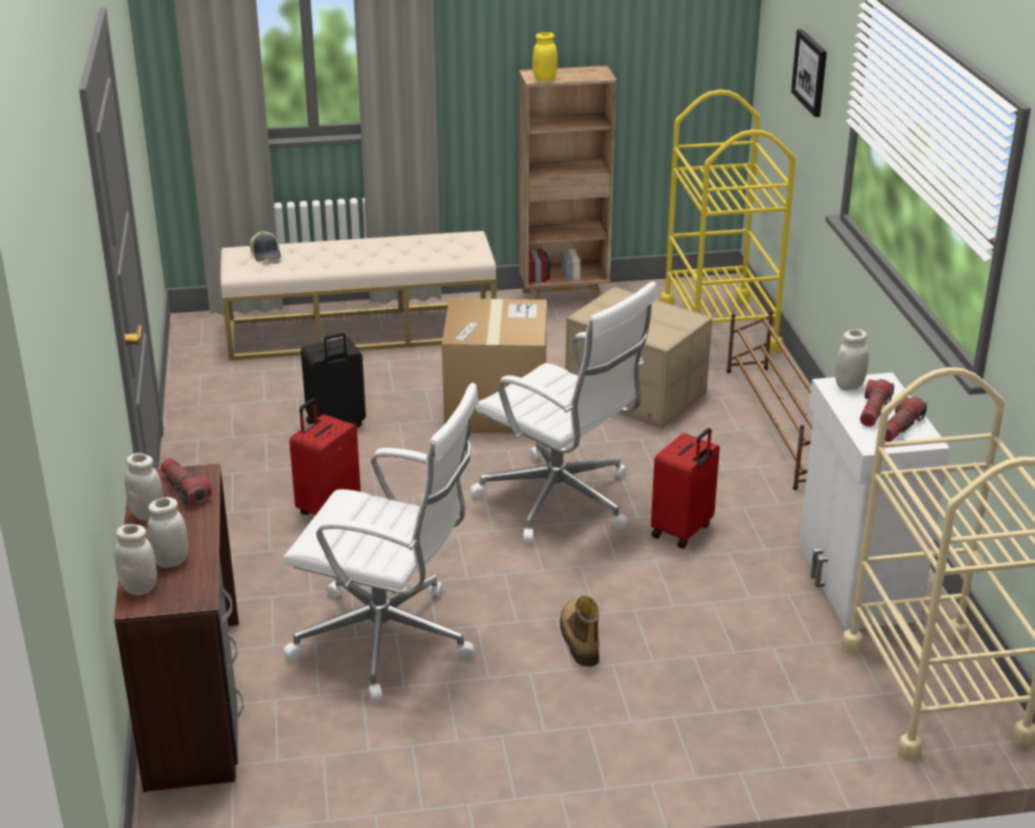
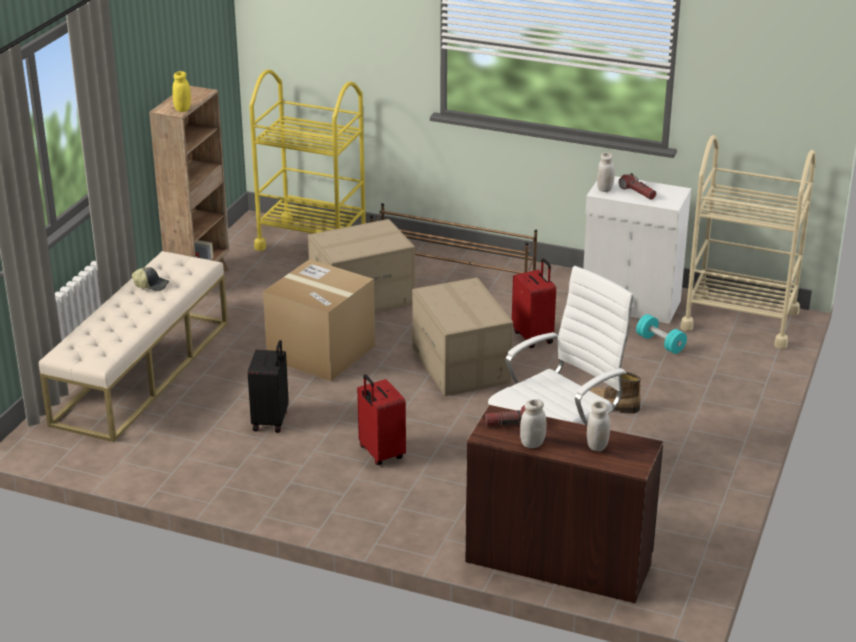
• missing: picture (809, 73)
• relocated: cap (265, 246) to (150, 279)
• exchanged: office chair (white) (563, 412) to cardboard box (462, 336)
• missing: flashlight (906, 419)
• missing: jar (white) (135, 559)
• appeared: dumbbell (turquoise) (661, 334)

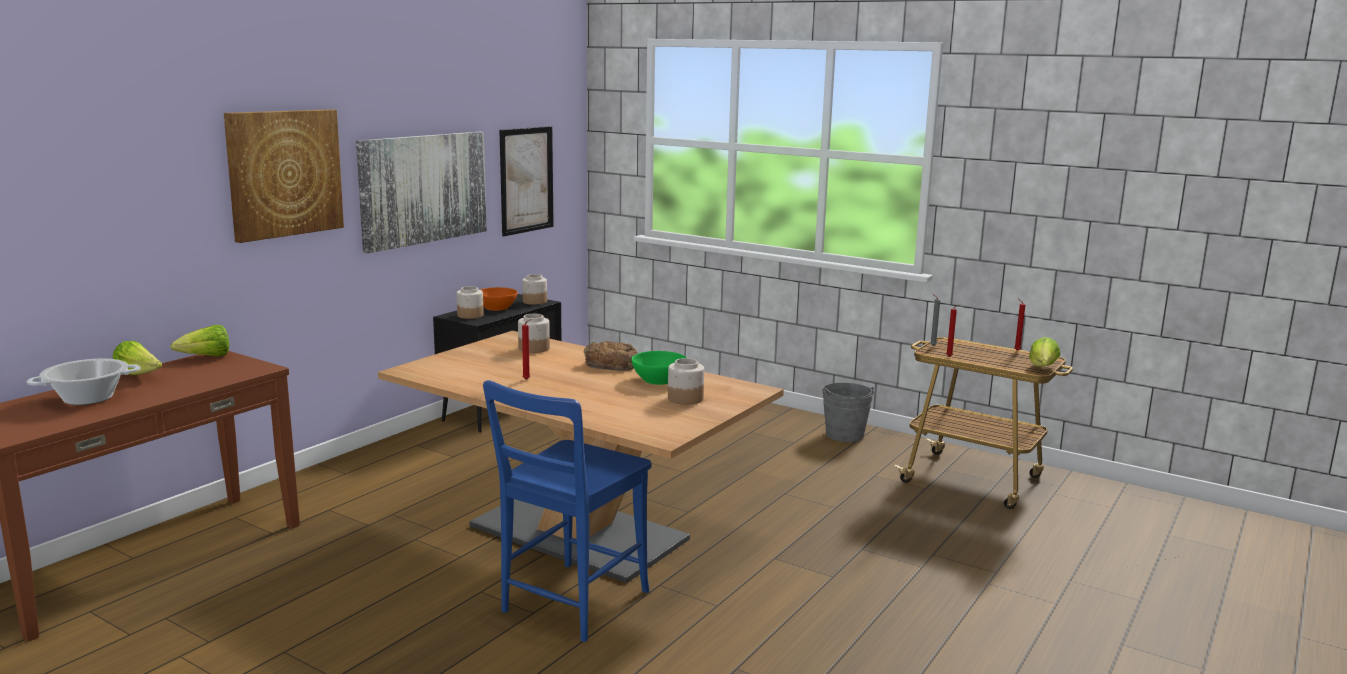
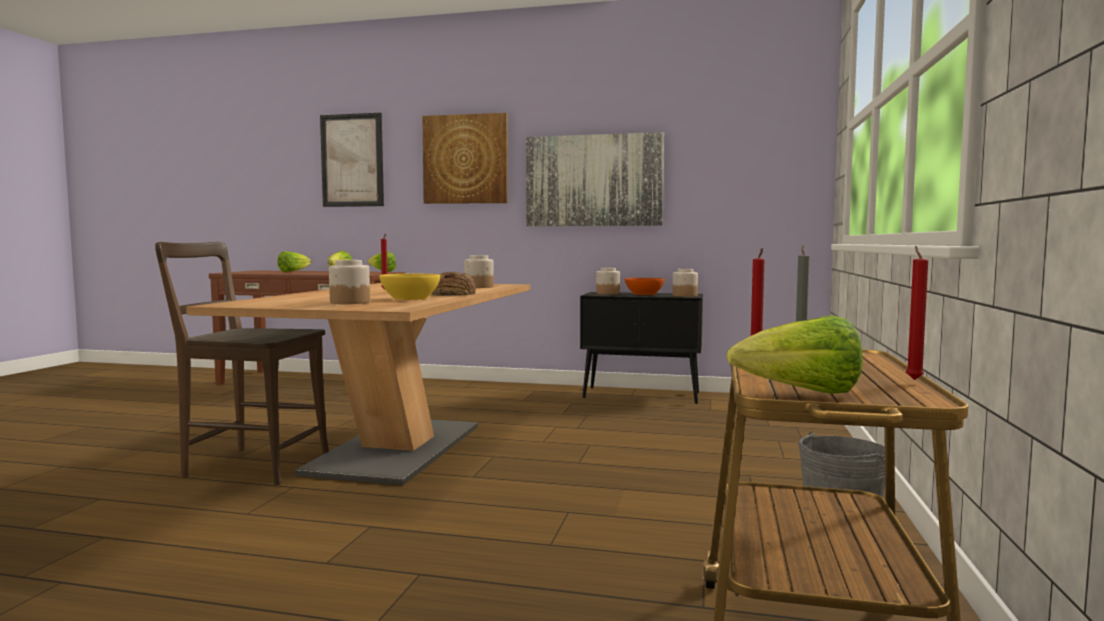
• relocated: picture (526, 181) to (352, 160)
• colour: bowl (green) (659, 368) to bowl (yellow) (409, 287)
• exchanged: cooking pot (84, 382) to lettuce (294, 261)
• colour: chair (blue) (567, 511) to chair (brown) (242, 363)

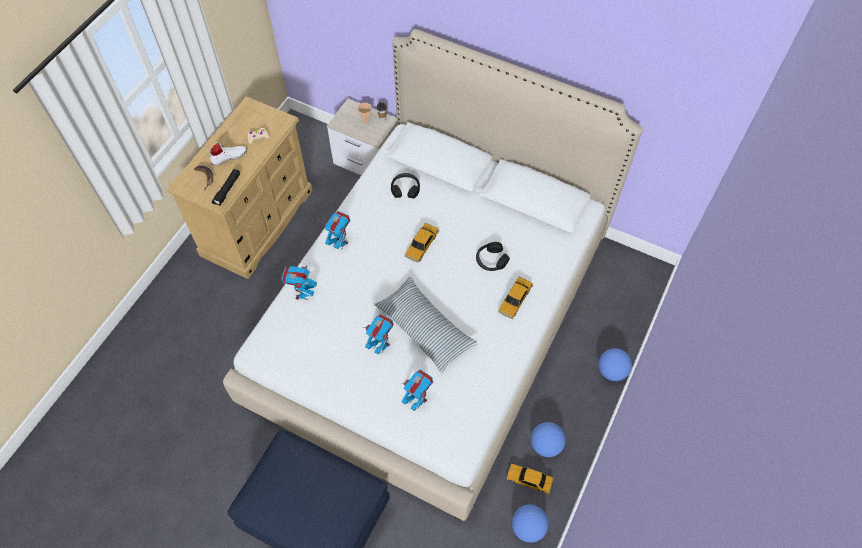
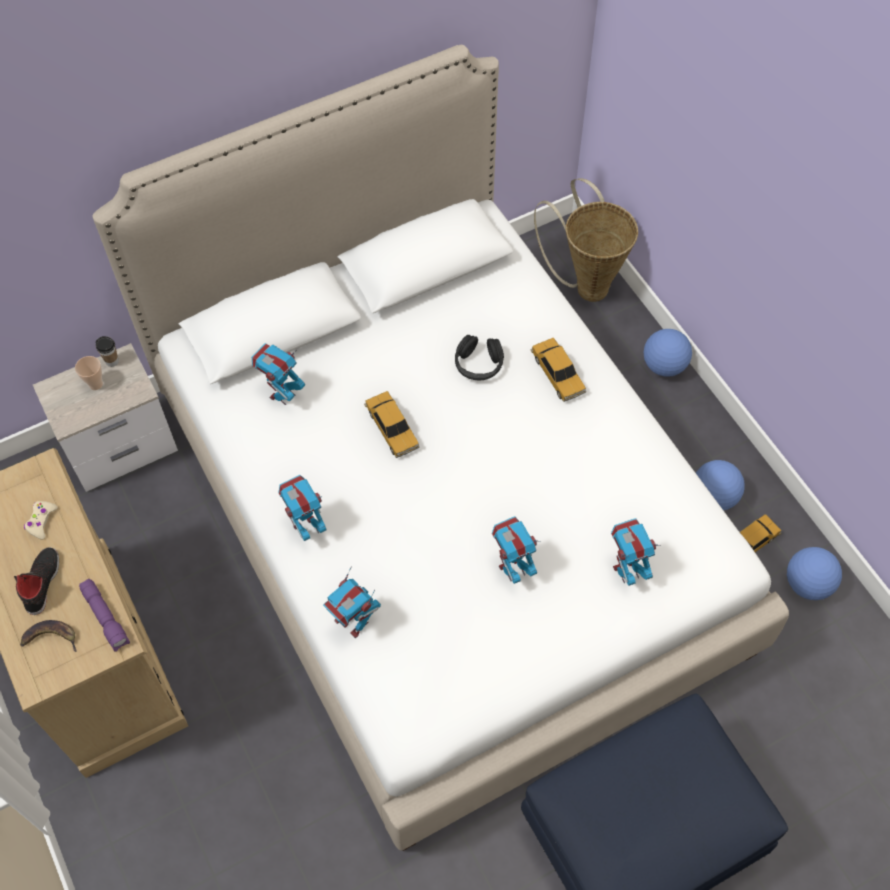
• colour: shoe (white) (228, 154) to shoe (black) (36, 581)
• colour: flashlight (black) (226, 187) to flashlight (purple) (104, 615)
• exchanged: headphones (black) (405, 185) to toy robot (278, 374)
• missing: pillow (426, 325)
• appeared: basket (586, 240)

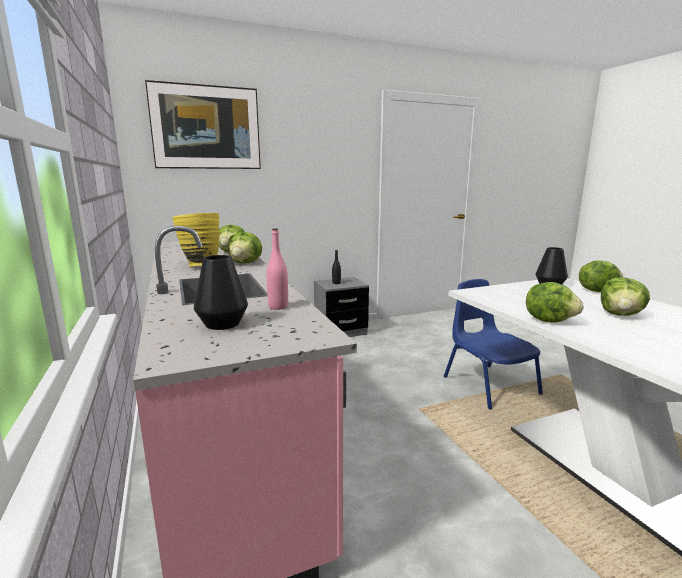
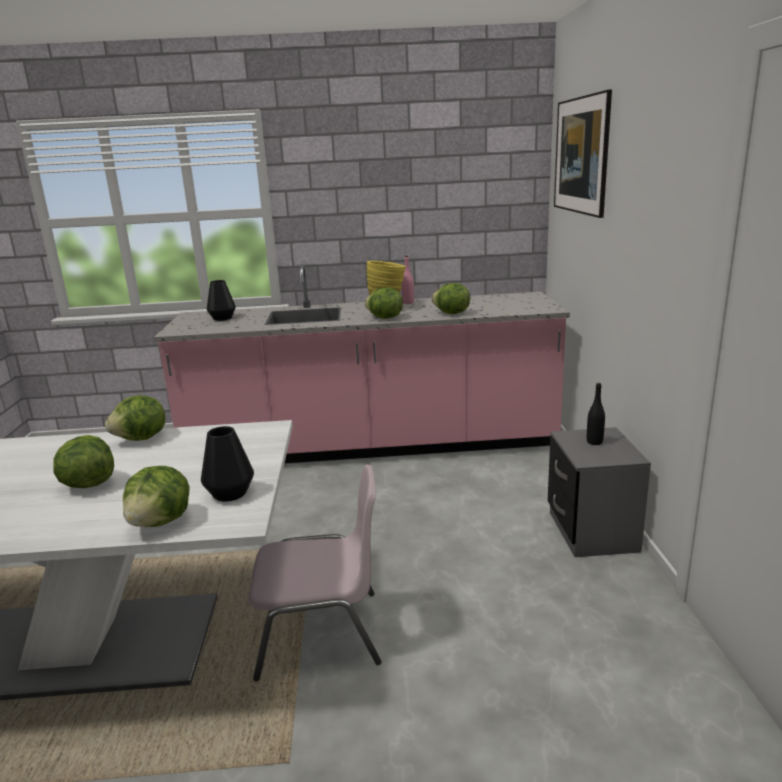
• relocated: bottle (pink) (277, 269) to (407, 280)
• colour: chair (blue) (493, 344) to chair (pink) (315, 573)

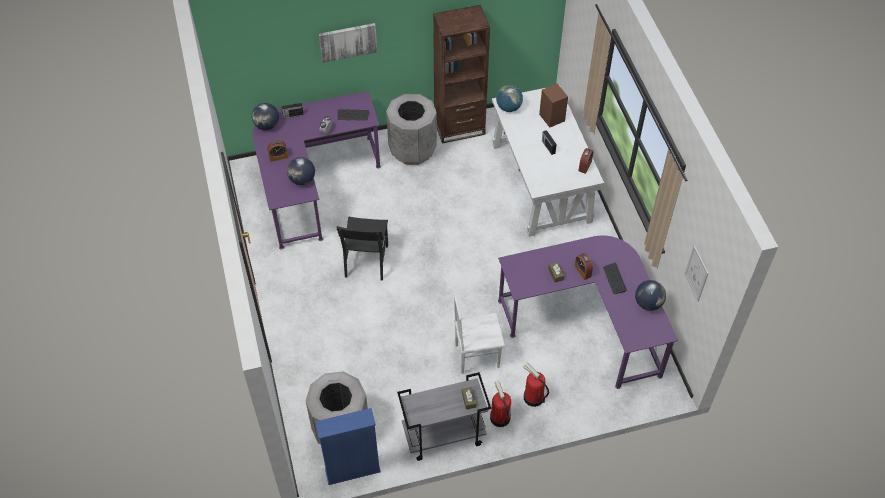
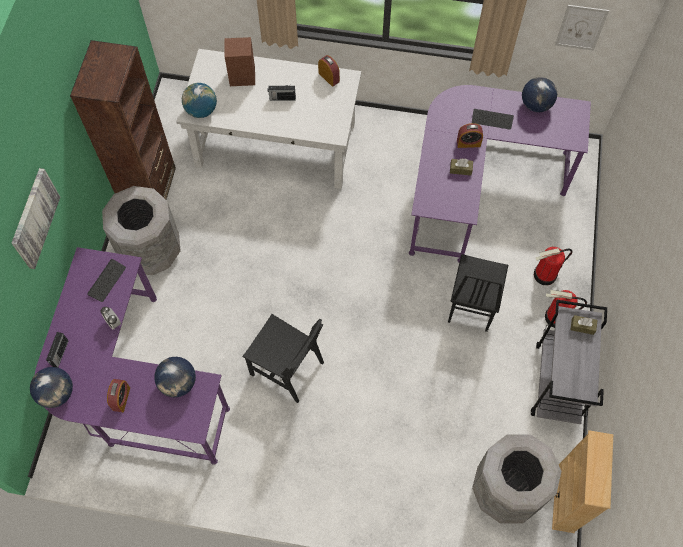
• colour: chair (white) (479, 334) to chair (black) (478, 293)
• colour: bookcase (blue) (348, 446) to bookcase (beige) (582, 481)

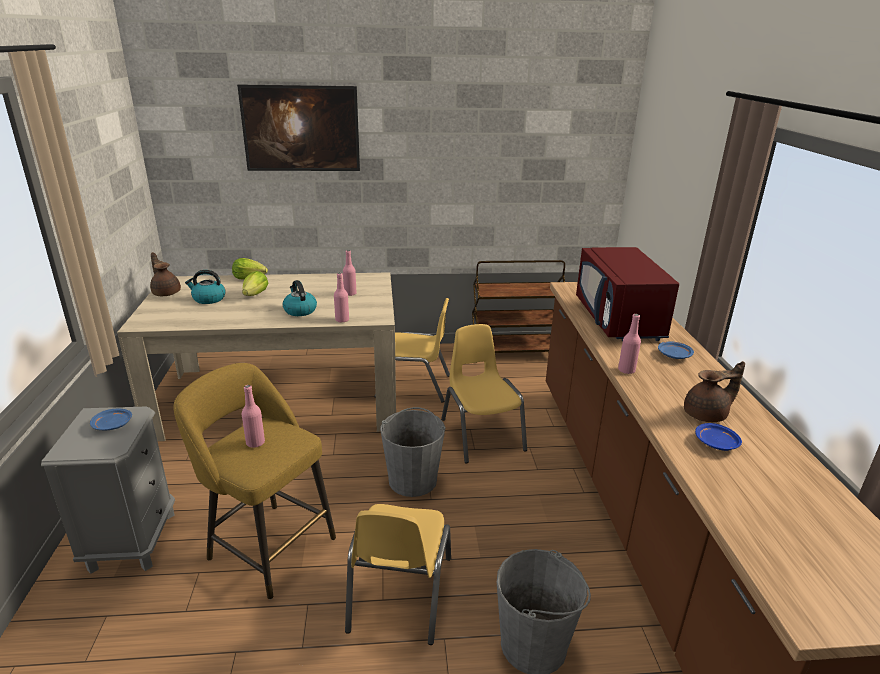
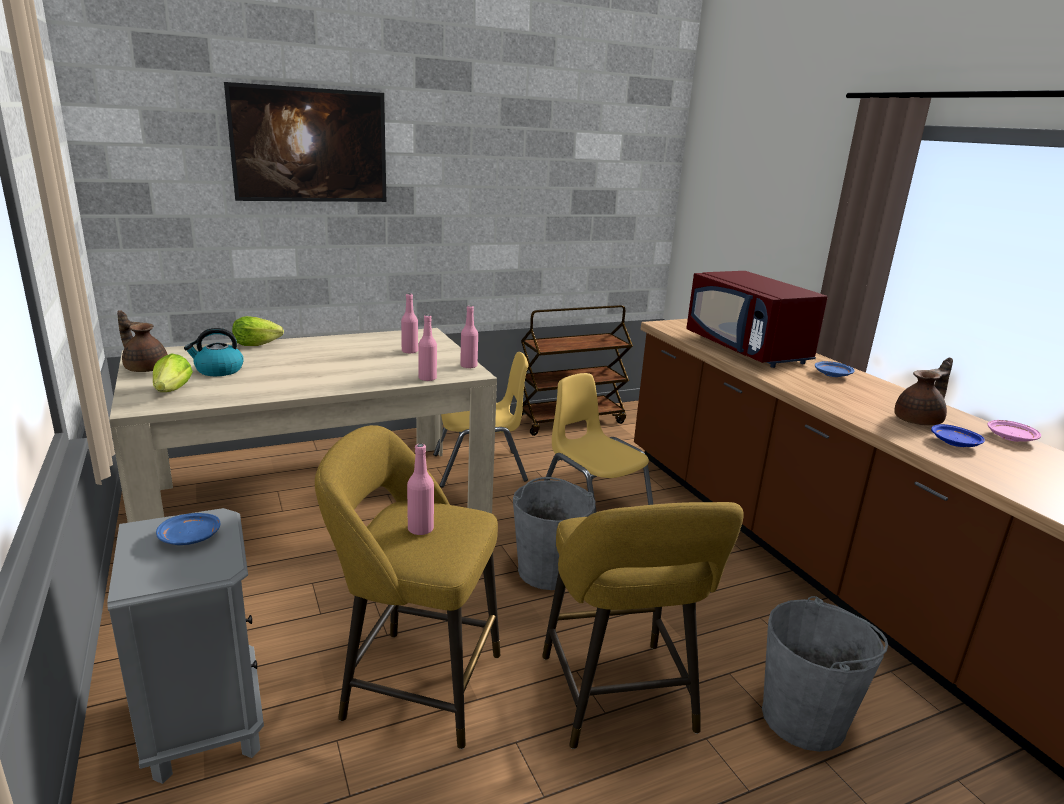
• relocated: lettuce (255, 283) to (173, 373)
• missing: kettle (299, 298)
• relocated: bottle (pink) (629, 344) to (469, 337)
• exchanged: chair (yellow) (398, 574) to stool (yellow) (643, 625)
• appeared: plate (pink) (1014, 431)

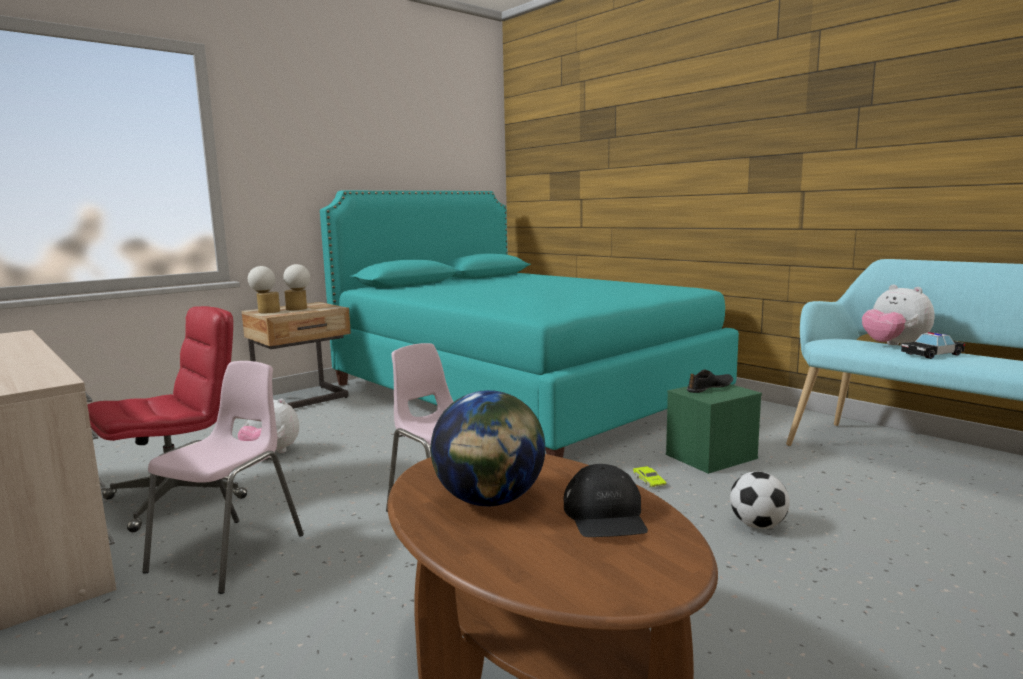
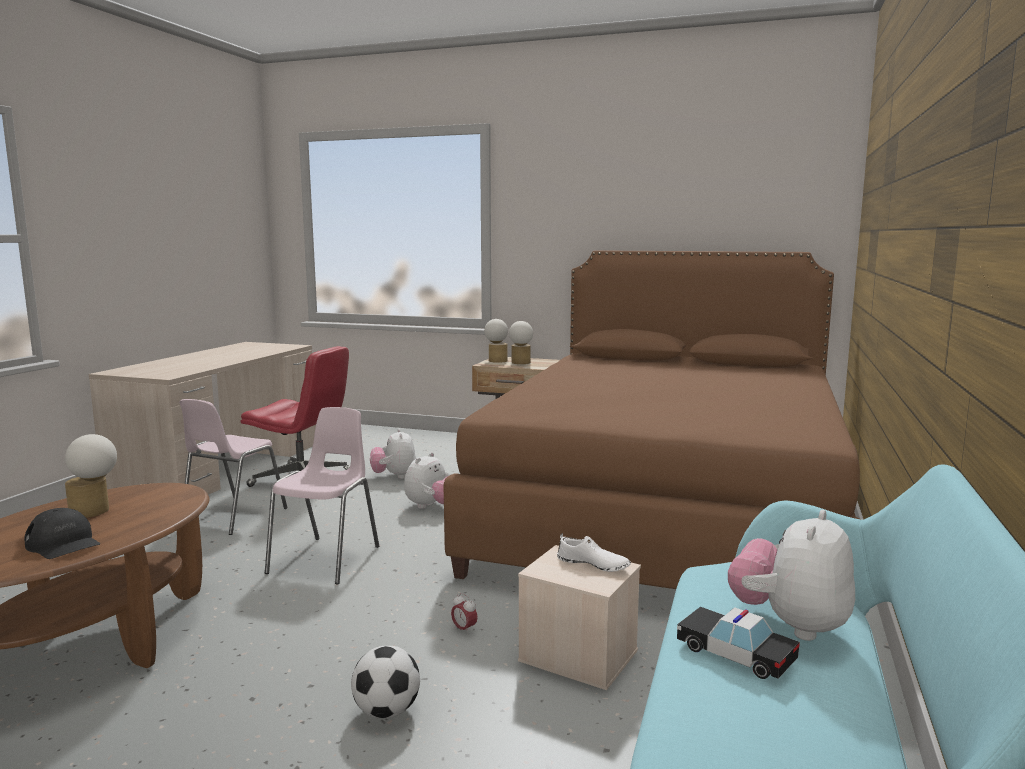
• colour: bed (turquoise) (529, 324) to bed (brown) (652, 419)
• spun: chair (pink) (223, 477) = (233, 467) 120 degrees clockwise
• colour: shoe (black) (710, 381) to shoe (white) (594, 552)
• colour: storage box (green) (714, 429) to storage box (beige) (579, 617)
• exchanged: globe (488, 448) to table lamp (91, 476)
• spun: cap (black) (606, 500) = (62, 533) 105 degrees counterclockwise
• exchanged: toy car (green) (650, 476) to alarm clock (464, 614)
• appeared: plush toy (427, 480)

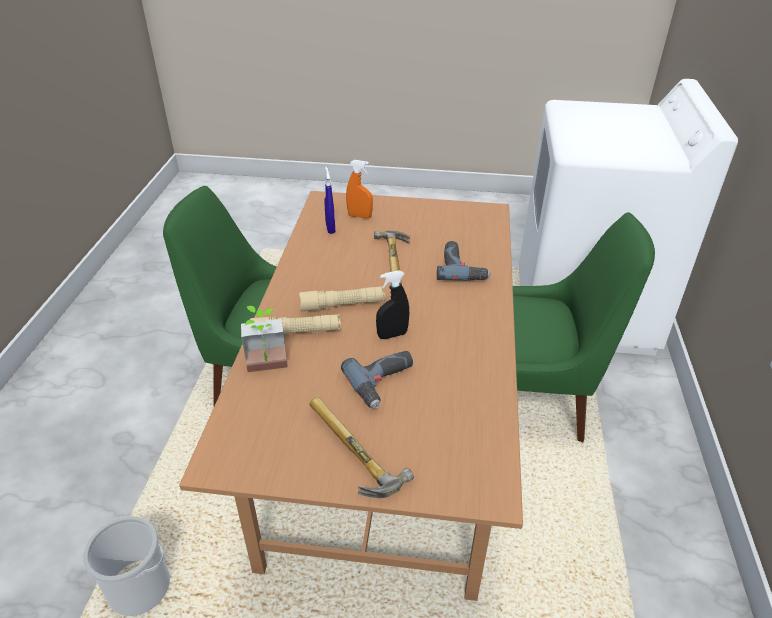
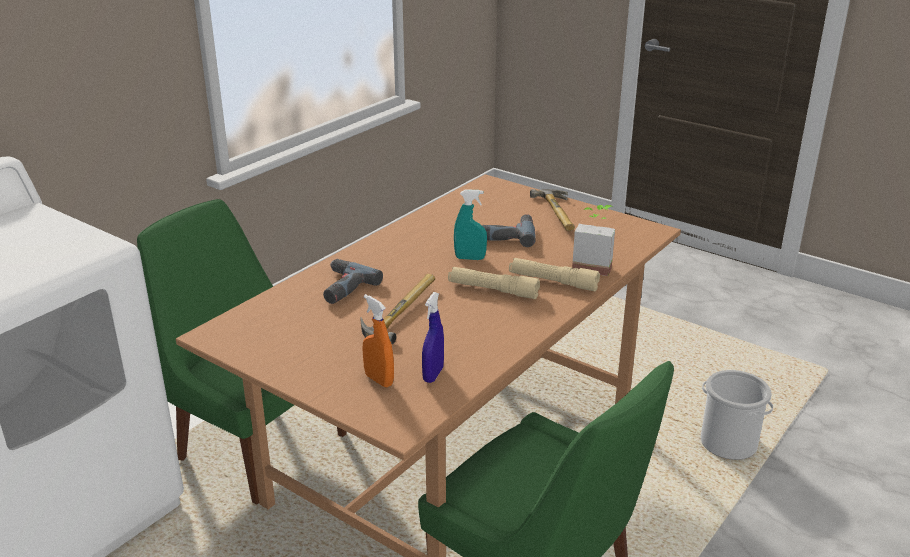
• colour: spray bottle (black) (392, 304) to spray bottle (turquoise) (470, 224)

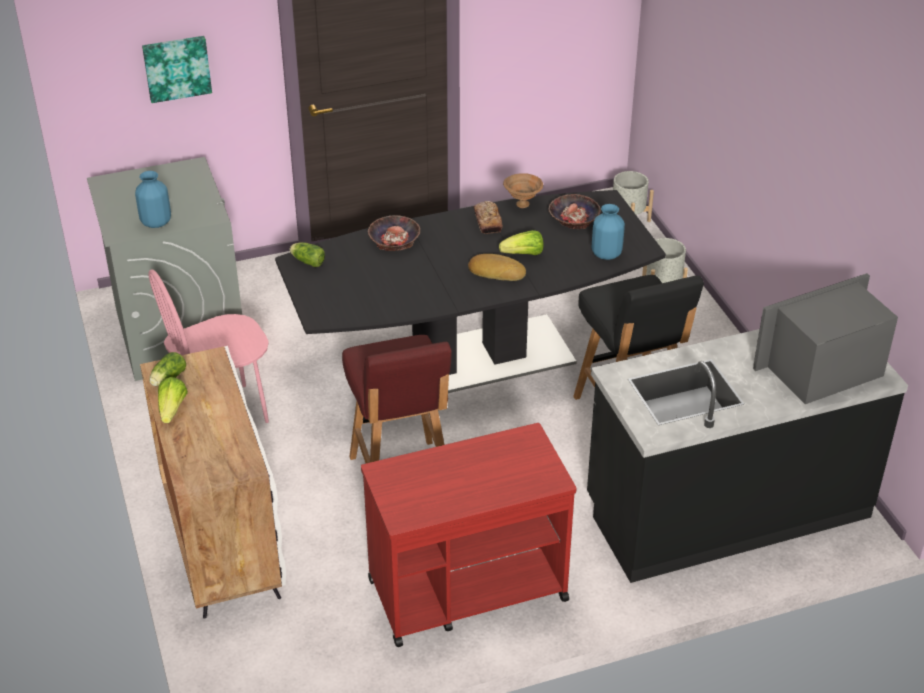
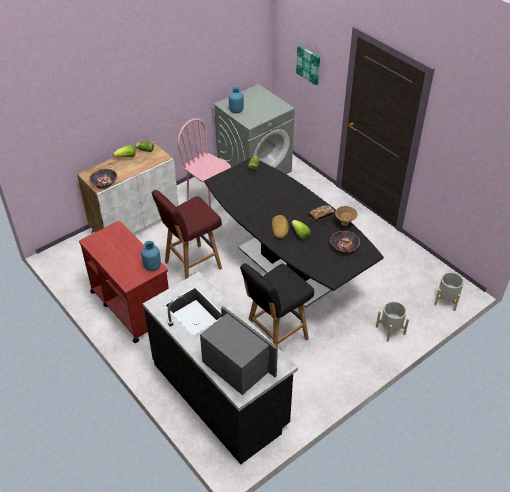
• relocated: vase (blue) (608, 232) to (151, 256)
• relocated: bowl (394, 233) to (103, 179)

